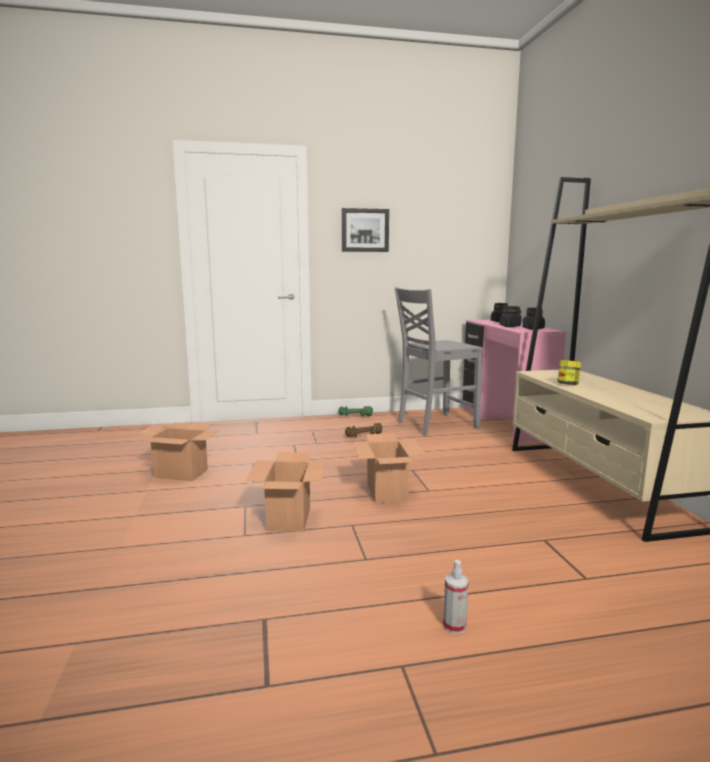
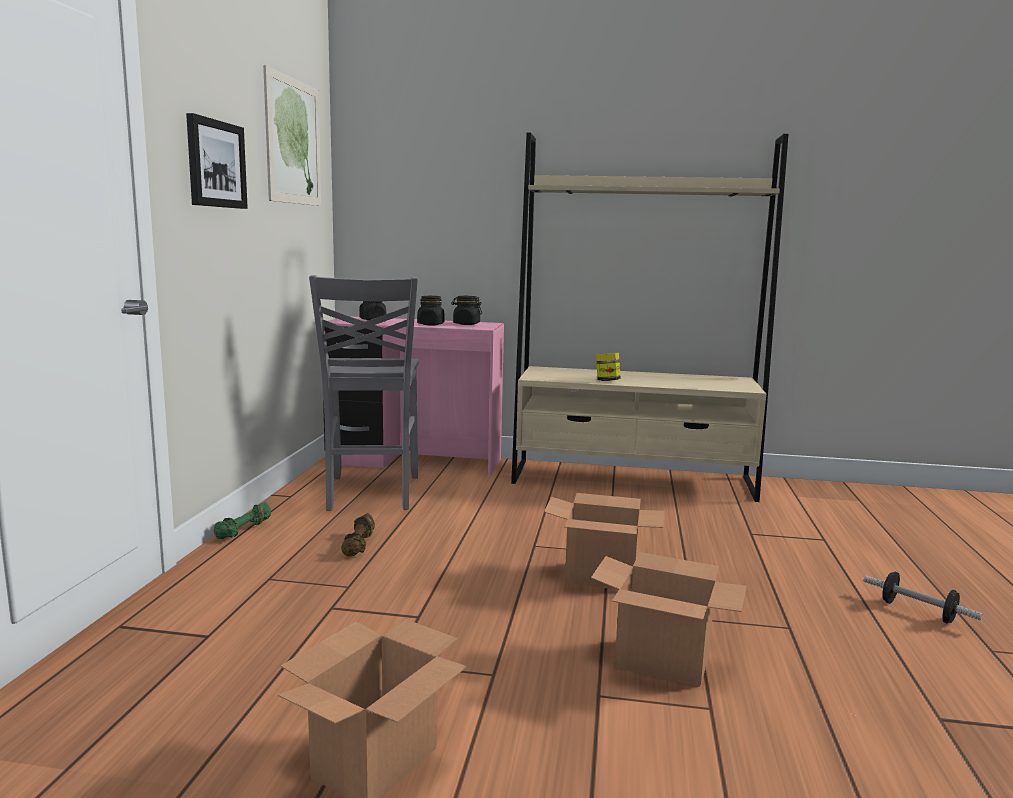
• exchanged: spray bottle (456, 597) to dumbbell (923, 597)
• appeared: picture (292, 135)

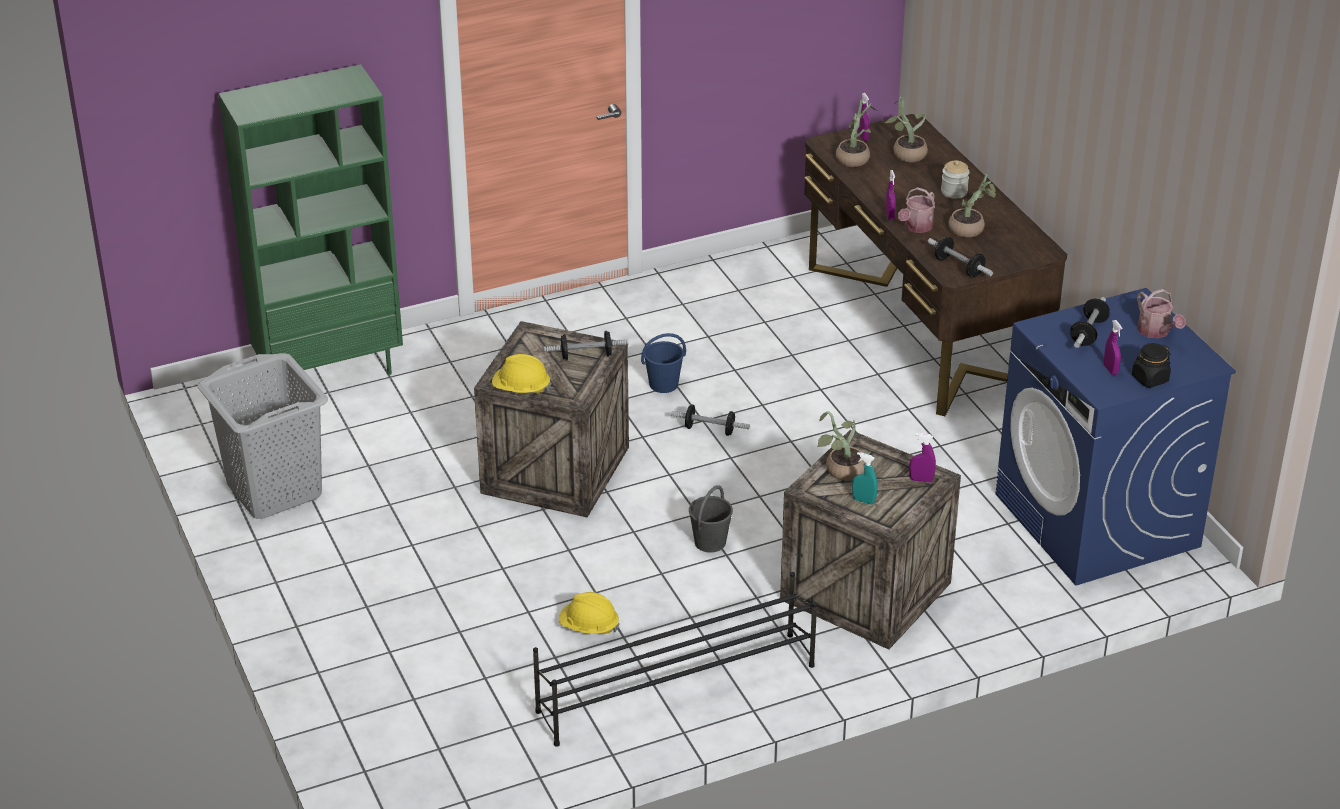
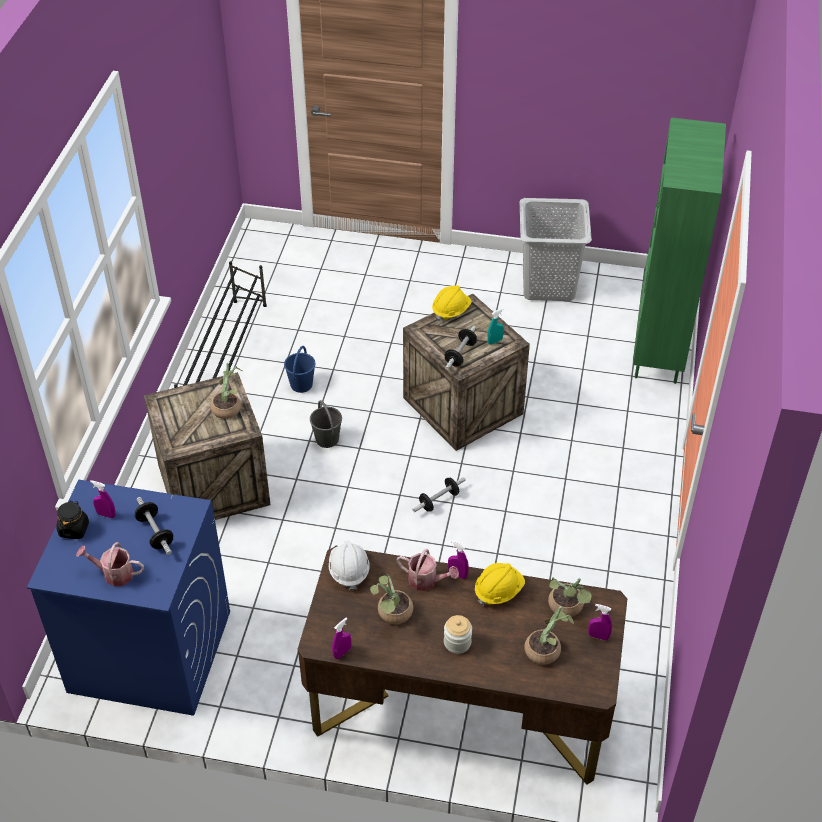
• spun: watering can (916, 210) = (428, 570) 135 degrees clockwise
• exchanged: dumbbell (960, 257) to hard hat (white) (349, 565)
• relocated: bucket (blue) (663, 363) to (299, 369)
• relocated: spray bottle (purple) (922, 458) to (341, 638)
• relocated: spray bottle (turquoise) (864, 478) to (495, 326)
• relocated: hard hat (yellow) (589, 613) to (500, 584)

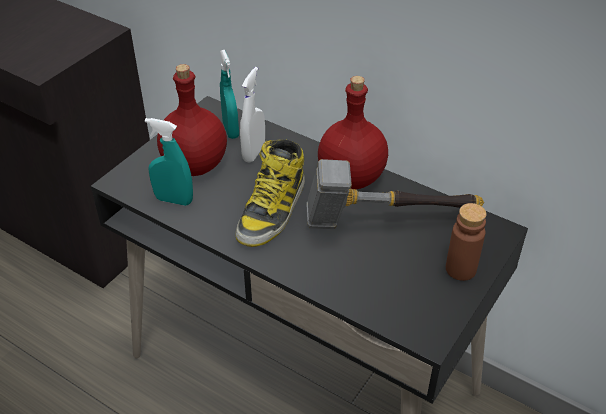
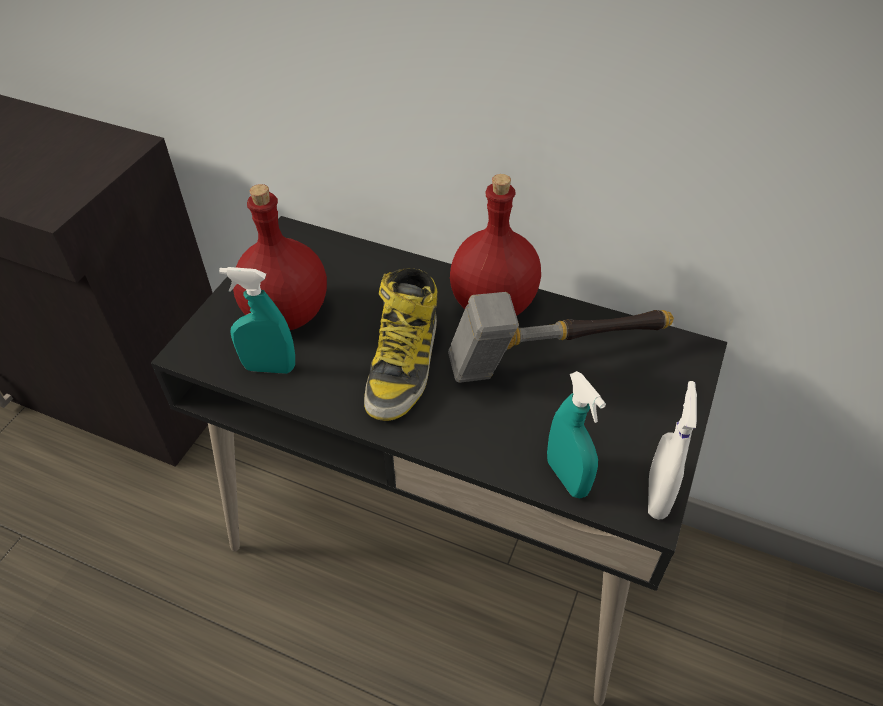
• relocated: spray bottle (turquoise) (229, 94) to (576, 434)
• relocated: spray bottle (white) (252, 115) to (672, 450)
• missing: bottle (brown) (466, 242)

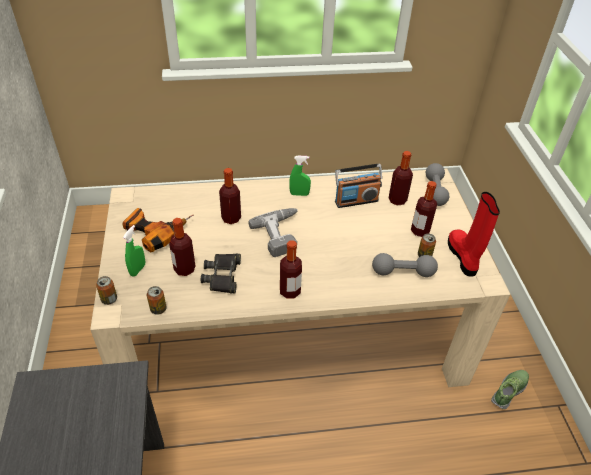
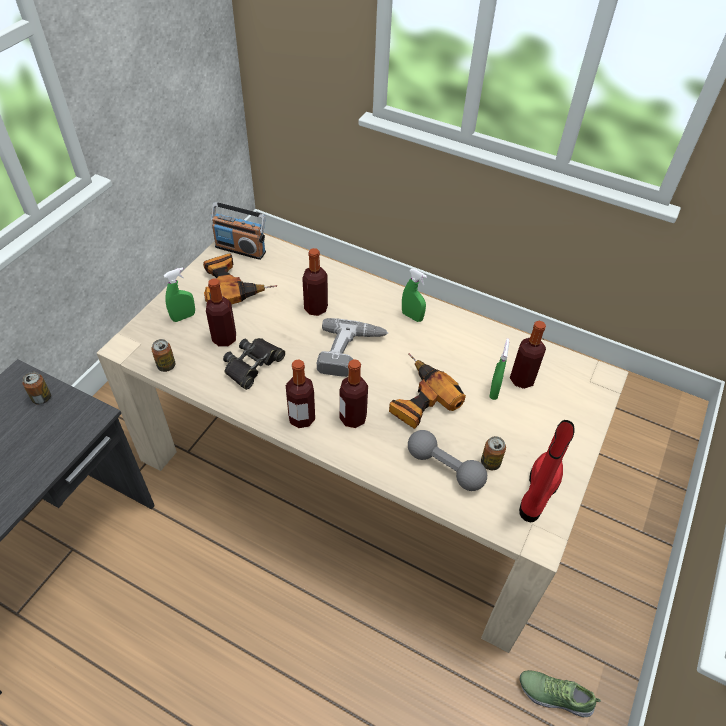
• missing: dumbbell (grey) (437, 184)
• relocated: radio (358, 186) to (238, 231)
• relocated: bottle (424, 209) to (353, 393)
• relocated: can (106, 290) to (36, 388)
• spun: shoe (510, 389) = (560, 693) 150 degrees counterclockwise
• appeared: spray bottle (green) (499, 369)
• appeared: power drill (427, 391)

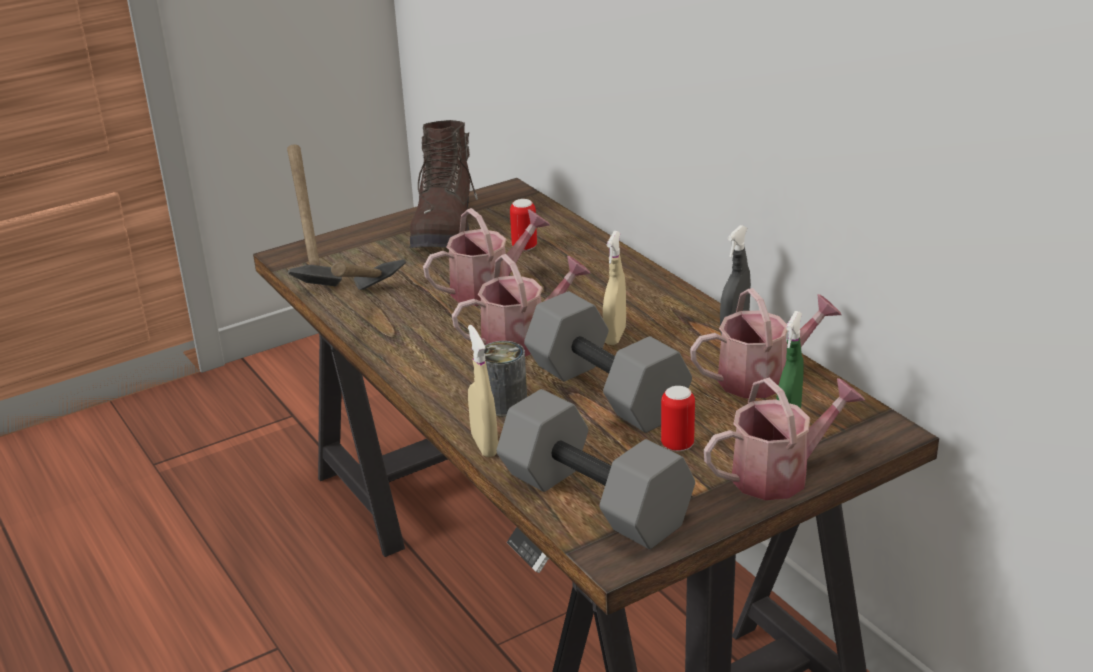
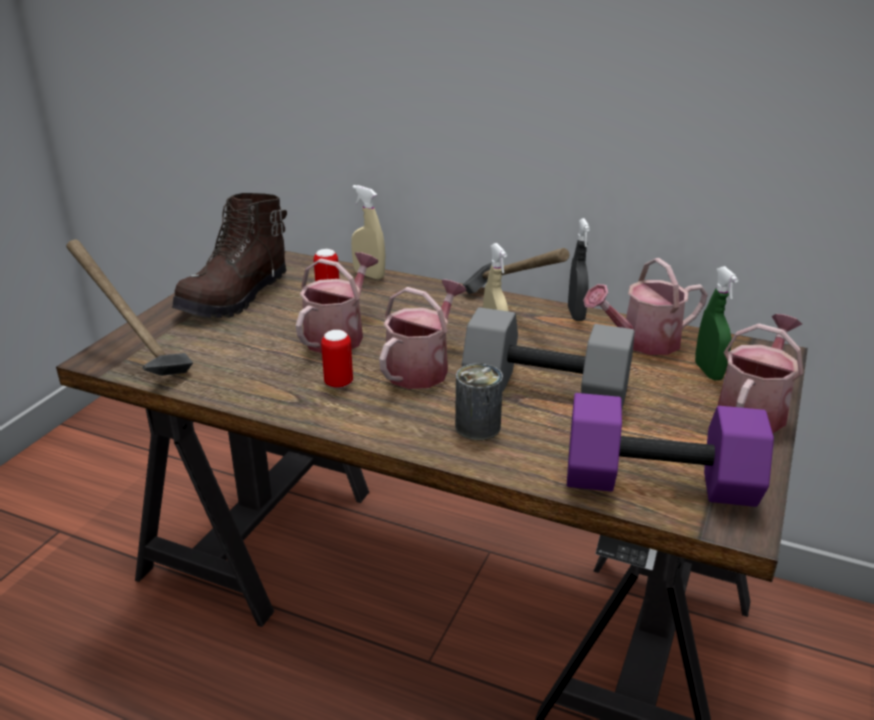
• spun: boot (brown) (443, 184) = (229, 255) 60 degrees clockwise
• relocated: hammer (368, 274) to (516, 271)
• spun: watering can (766, 343) = (645, 306) 150 degrees counterclockwise
• relocated: spray bottle (beige) (483, 391) to (368, 232)
• relocated: can (678, 419) to (337, 359)
• colour: dumbbell (grey) (595, 469) to dumbbell (purple) (670, 450)

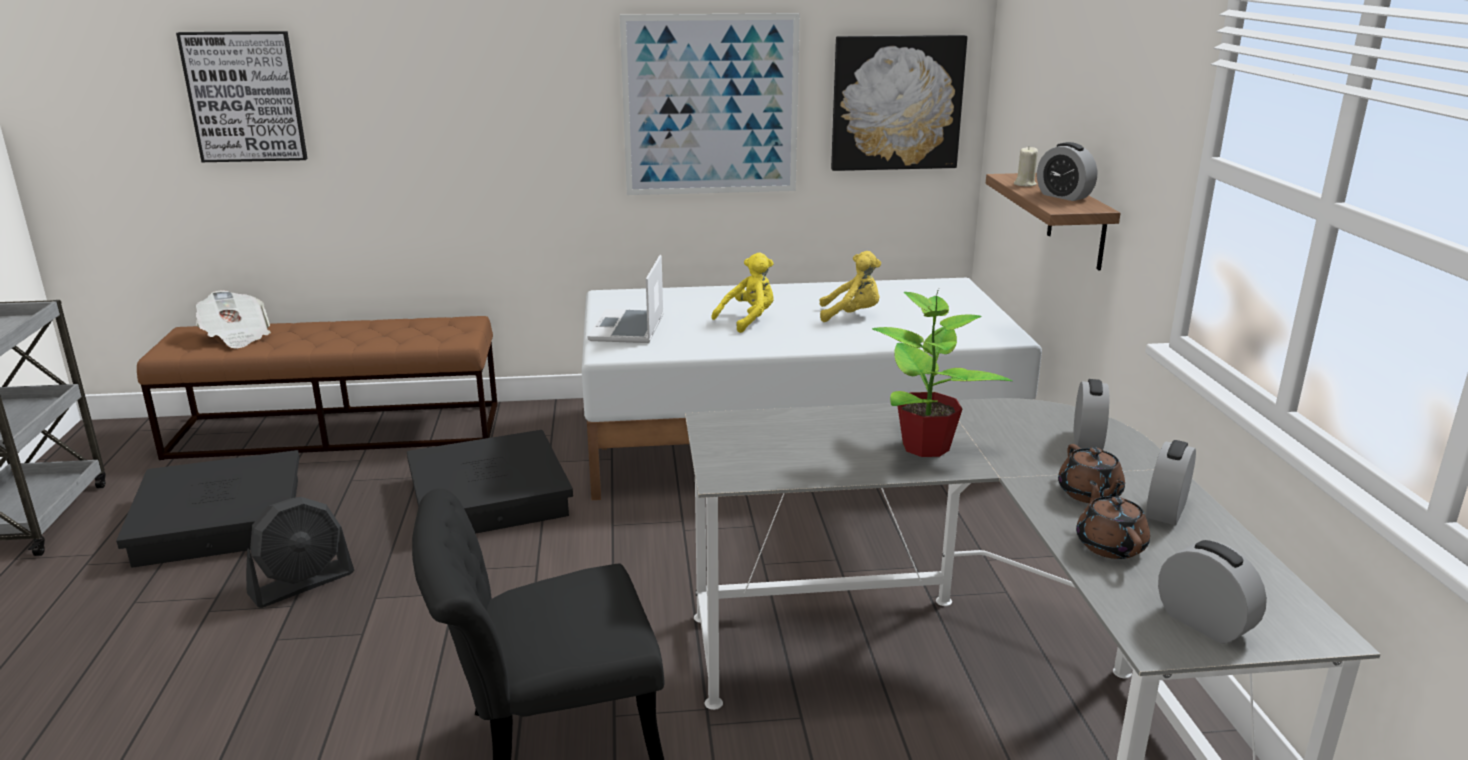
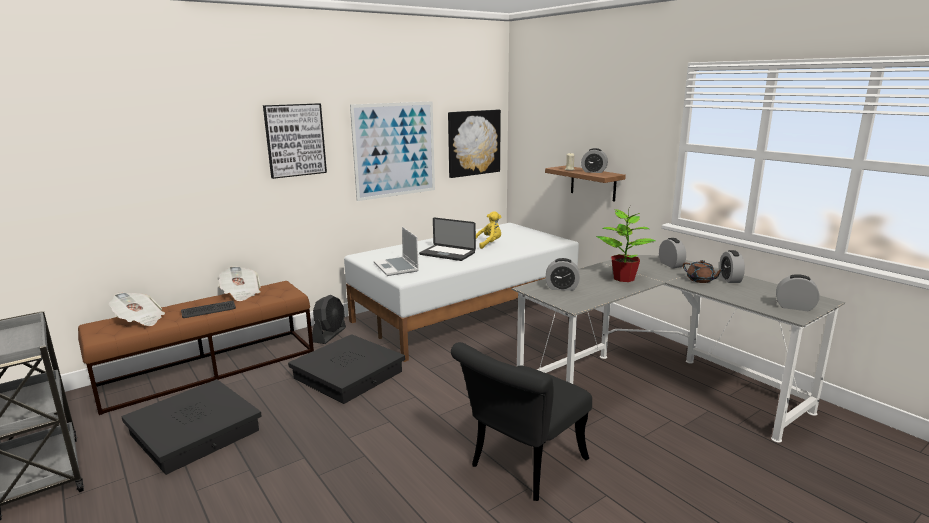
• relocated: picture (242, 96) to (295, 141)
• exchanged: plush toy (yellow) (742, 292) to laptop (447, 239)
• missing: teapot (brown) (1113, 519)
• relocated: fan (black) (300, 552) to (329, 319)
• appeared: alarm clock (563, 274)
• appeared: newspaper (239, 283)
• appeared: keyboard (208, 309)

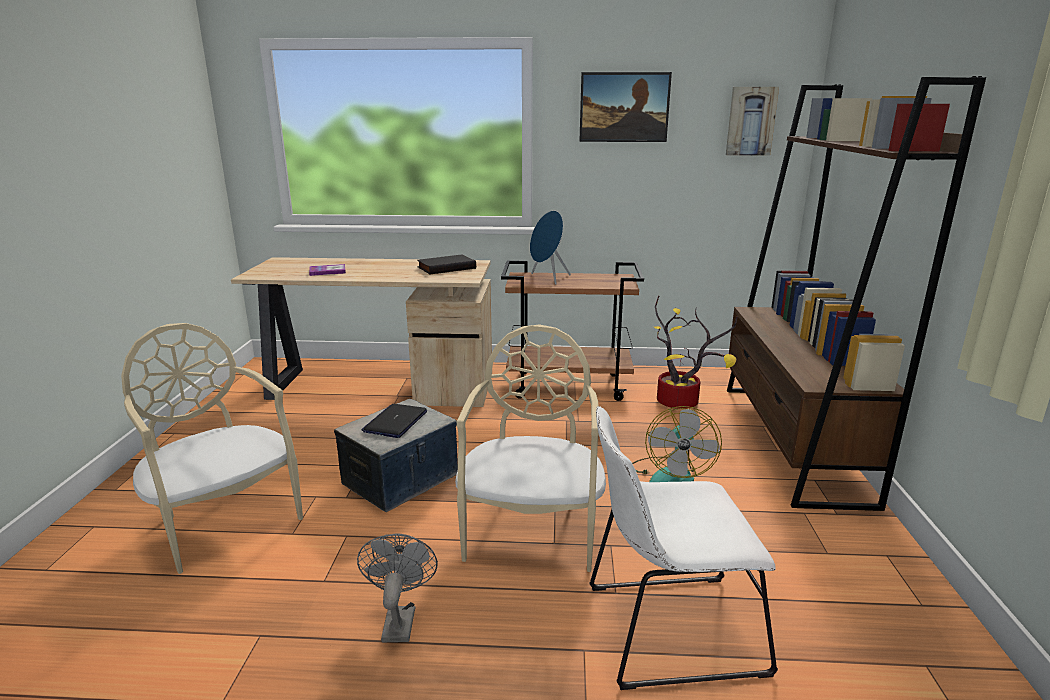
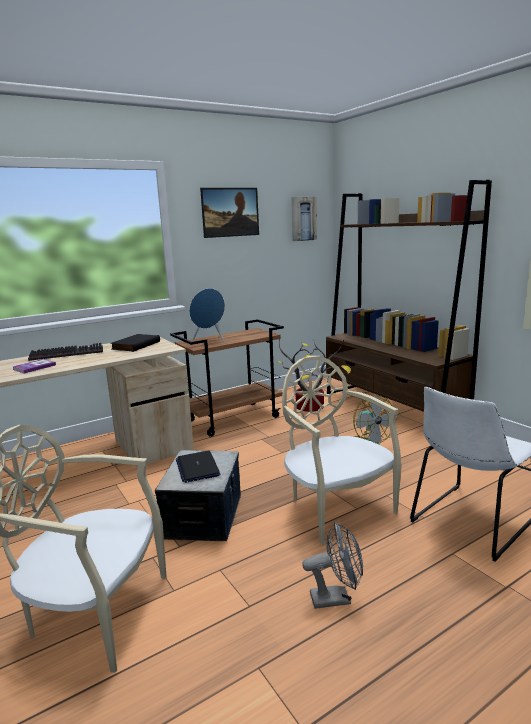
• spun: fan (grey) (397, 587) = (332, 565) 120 degrees clockwise
• appeared: keyboard (65, 352)

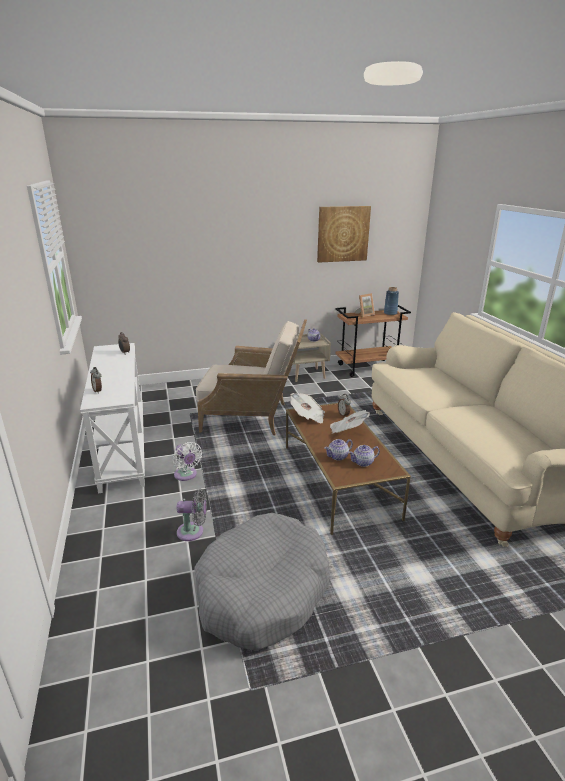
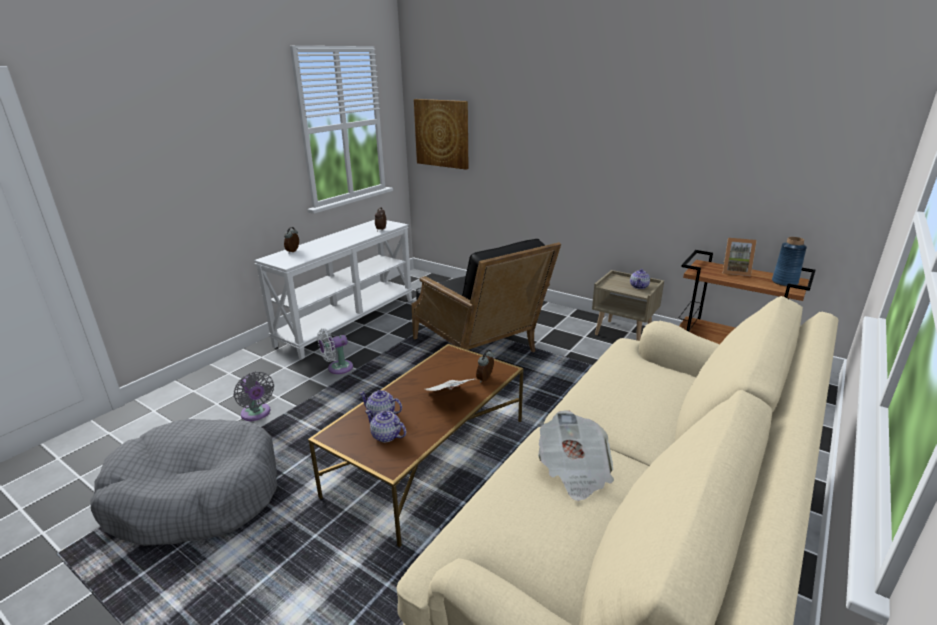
• relocated: picture (344, 234) to (441, 134)
• colour: armchair (beige) (251, 377) to armchair (black) (486, 295)
• relocated: newspaper (307, 408) to (576, 455)
• spun: fan (white) (187, 461) = (335, 351) 45 degrees clockwise

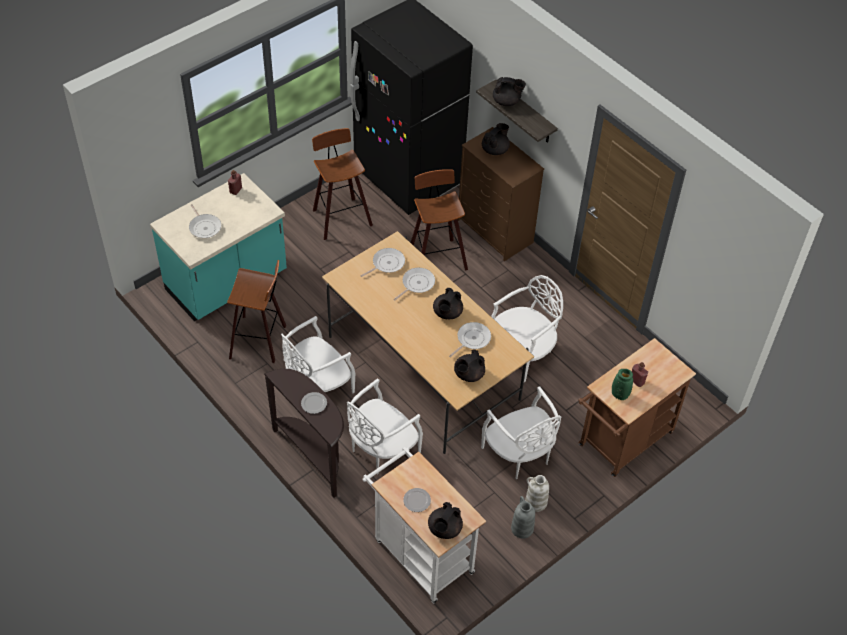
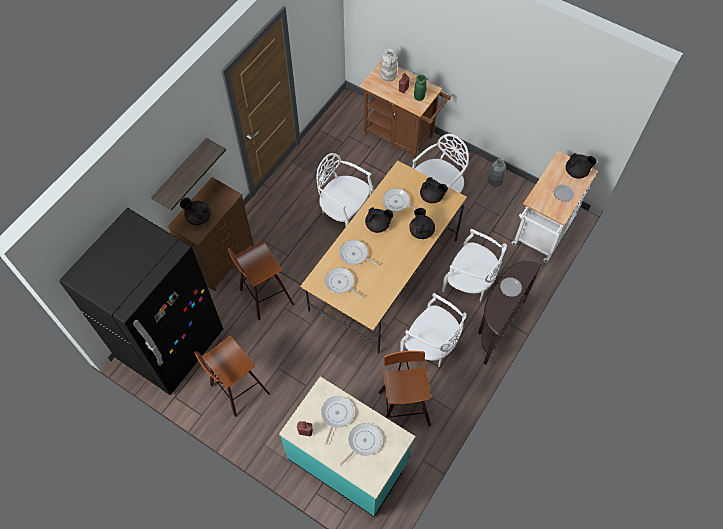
• relocated: teapot (black) (509, 91) to (422, 223)
• relocated: vase (white) (537, 493) to (388, 65)
• appeared: frying pan (337, 420)

